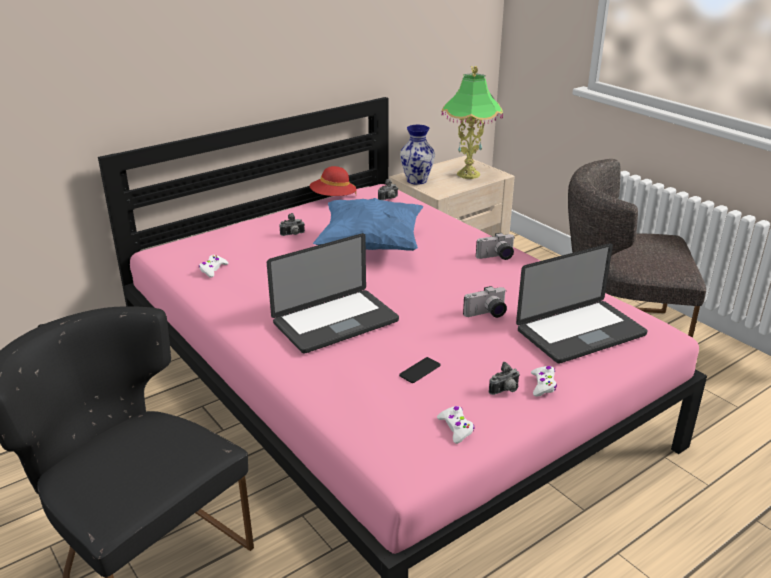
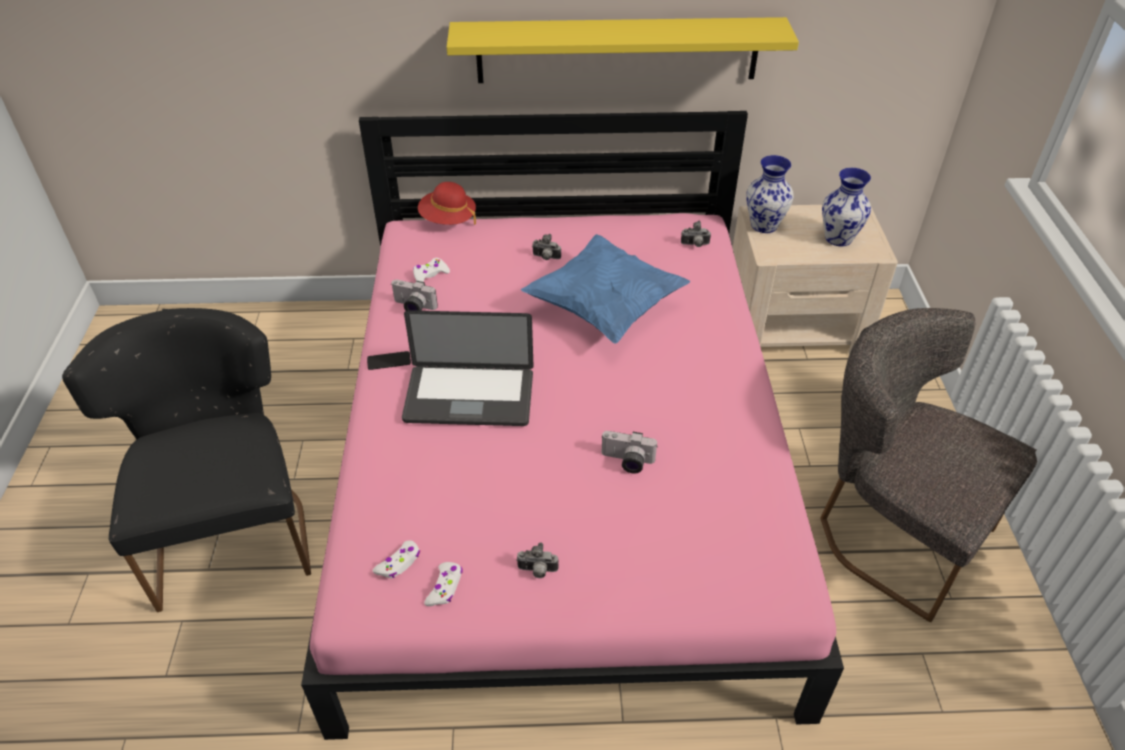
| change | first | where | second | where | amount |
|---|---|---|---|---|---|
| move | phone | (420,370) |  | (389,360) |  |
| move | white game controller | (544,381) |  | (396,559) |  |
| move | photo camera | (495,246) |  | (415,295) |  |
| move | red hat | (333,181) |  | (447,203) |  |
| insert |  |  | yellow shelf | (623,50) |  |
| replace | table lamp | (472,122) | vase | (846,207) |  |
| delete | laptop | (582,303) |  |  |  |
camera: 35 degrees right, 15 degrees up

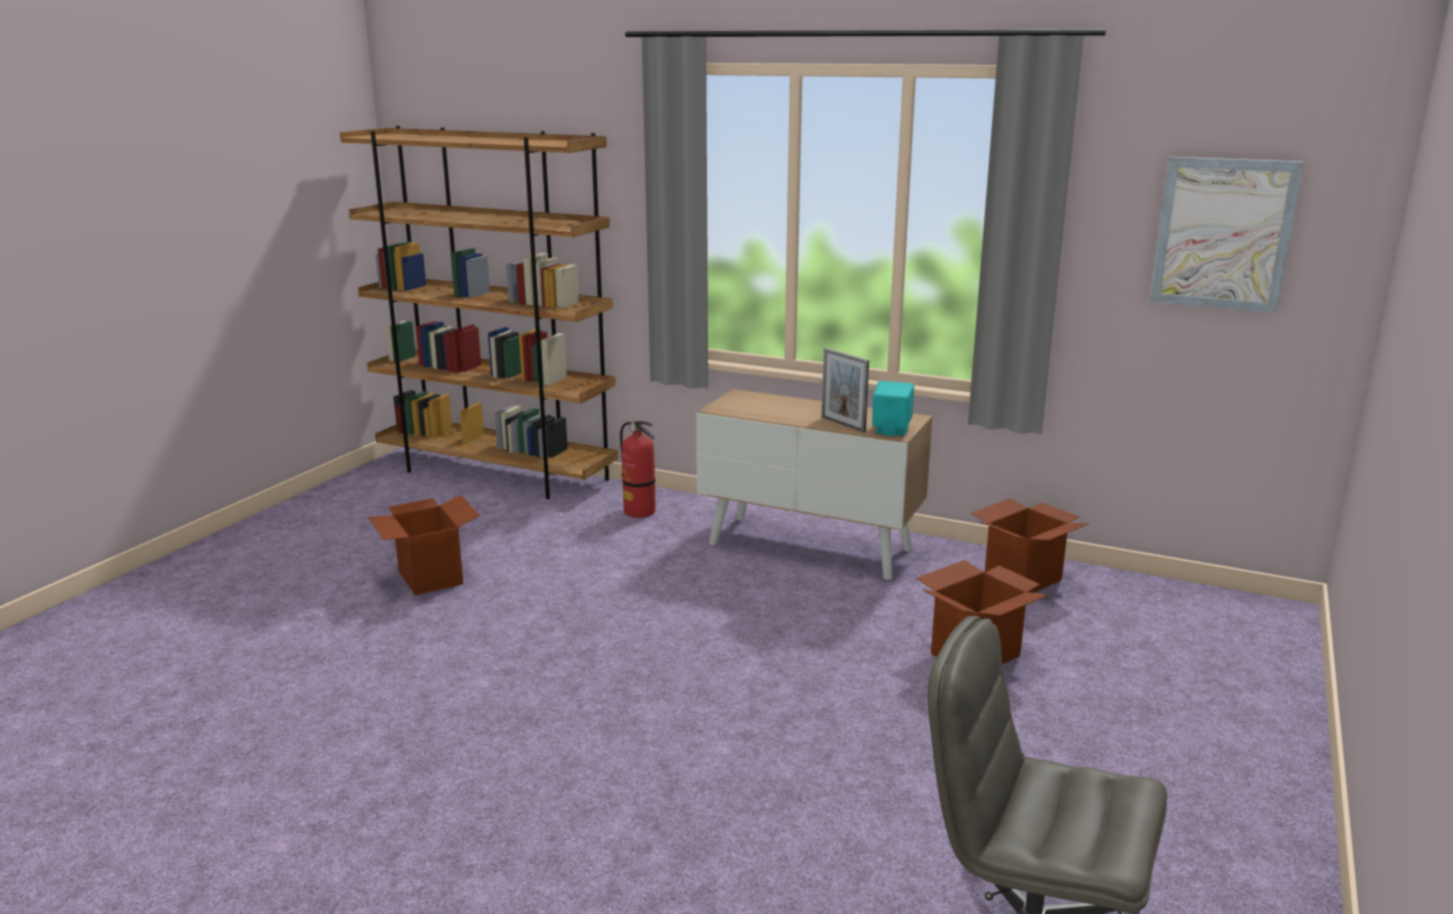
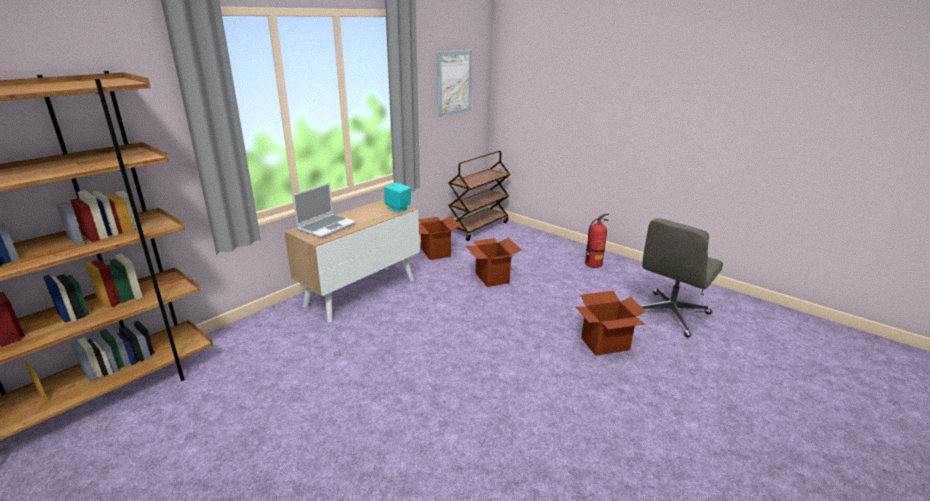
| change | first | where | second | where | amount |
|---|---|---|---|---|---|
| insert |  |  | laptop | (324,210) |  |
| insert |  |  | brown cart | (479,195) |  |
| move | cardboard box | (424,545) |  | (611,323) |  |
| move | fire extinguisher | (638,469) |  | (597,241) |  |
| delete | picture frame | (845,390) |  |  |  |
camera: 75 degrees left, 5 degrees up

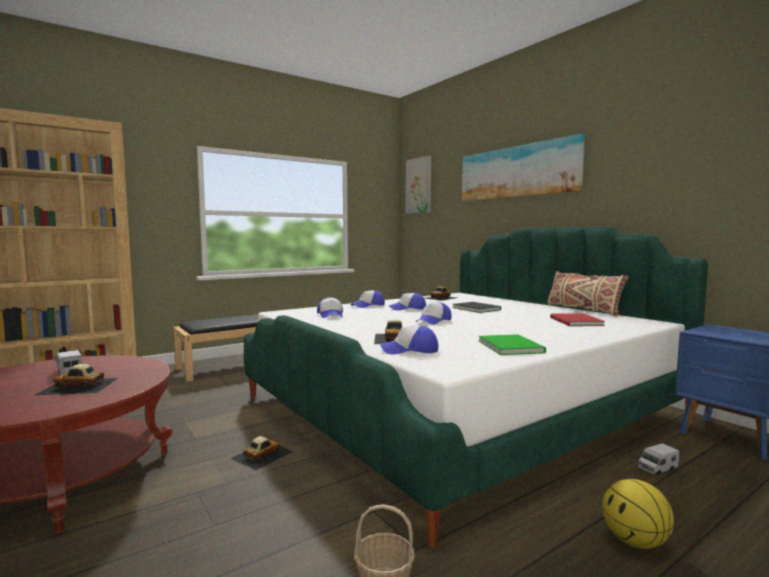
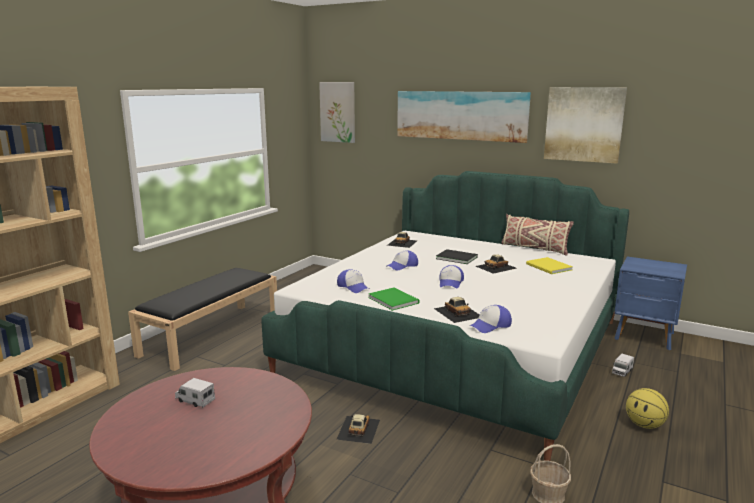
| change | first | where | second | where | amount |
|---|---|---|---|---|---|
| move | green book | (512,344) |  | (394,299) |  |
| move | toy car | (76,379) |  | (496,264) |  |
| recolor | red book | (577,319) | yellow book | (549,265) |  |
| insert |  |  | picture | (585,125) |  |
| delete | cap | (368,299) |  |  |  |
camera: 25 degrees left, 10 degrees up

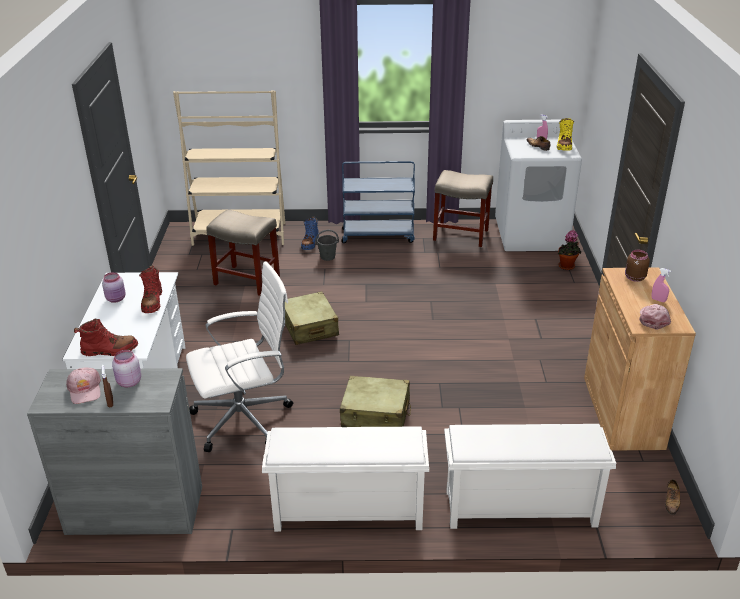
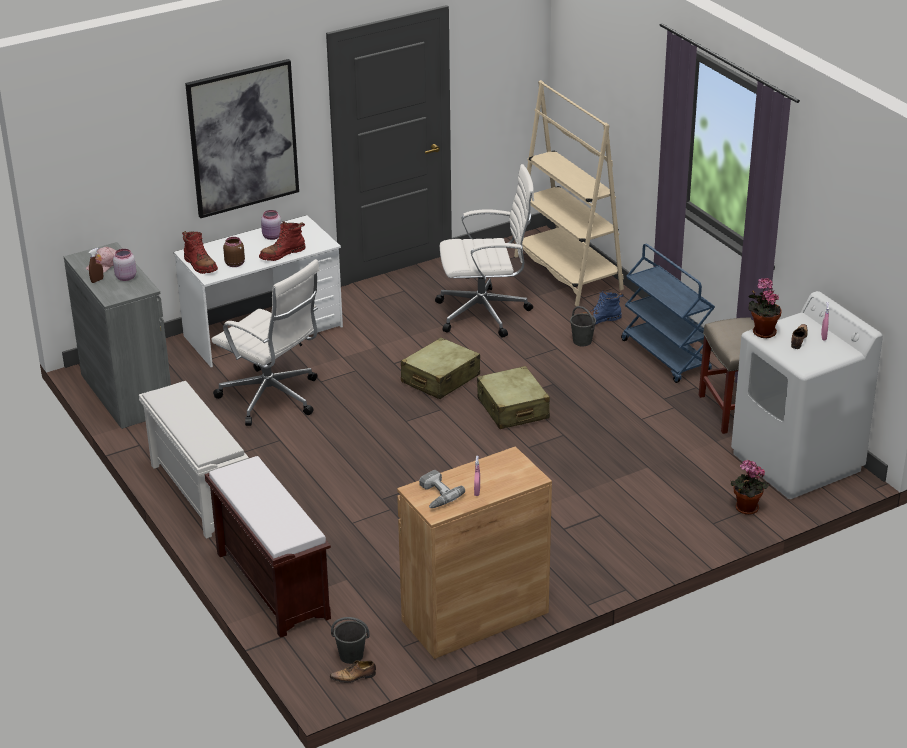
| change | first | where | second | where | amount |
|---|---|---|---|---|---|
| insert |  |  | picture | (242,138) |  |
| replace | white shoe rack | (530,476) | brown bench | (268,547) |  |
| move | brown jar | (637,266) |  | (234,252) |  |
| insert |  |  | grey bucket | (350,640) |  |
| replace | pink cap | (655,317) | power drill | (442,489) |  |
| replace | beige stool | (243,252) | white office chair | (484,251) |  |
| move | beige suitcase | (375,401) |  | (513,397) |  |
| insert |  |  | potted plant | (765,308) |  |
| delete | yellow boot | (565,134) |  |  |  |
camera: 60 degrees right, 0 degrees up

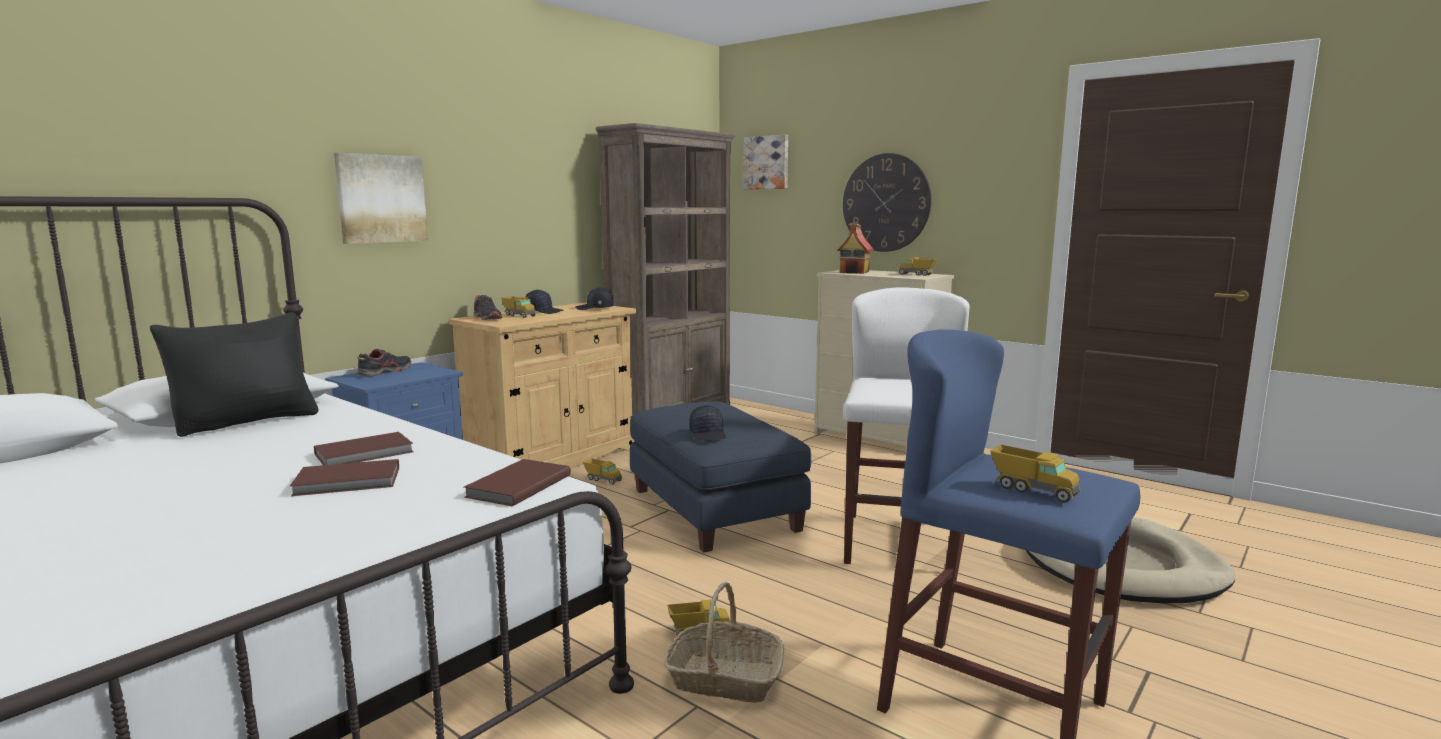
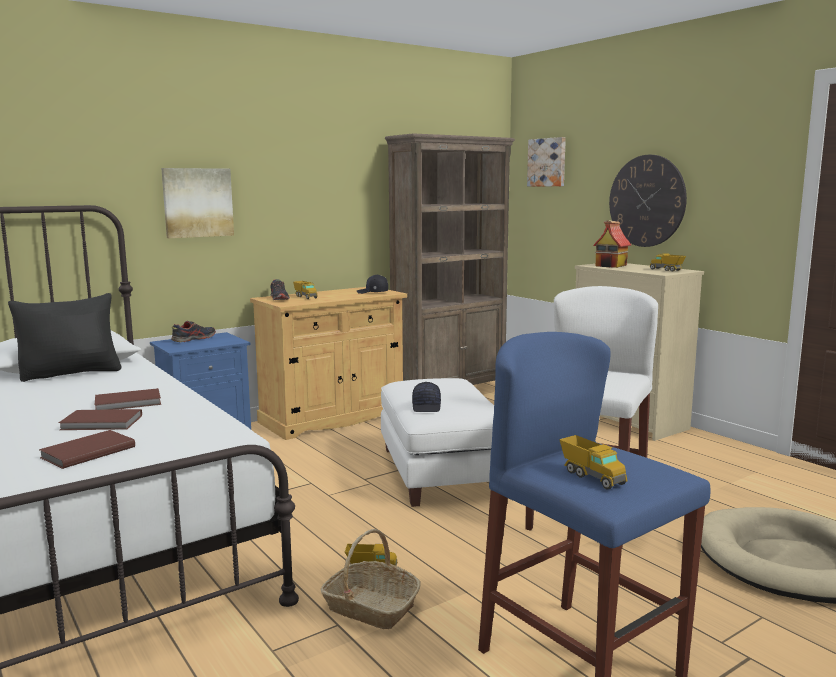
| change | first | where | second | where | amount |
|---|---|---|---|---|---|
| move | brown book | (517,482) |  | (87,449) |  |
| recolor | blue ottoman | (720,477) | white ottoman | (437,442) |  |
| delete | black cap | (544,301) |  |  |  |
| delete | toy truck | (602,471) |  |  |  |
camera: 15 degrees right, 0 degrees up

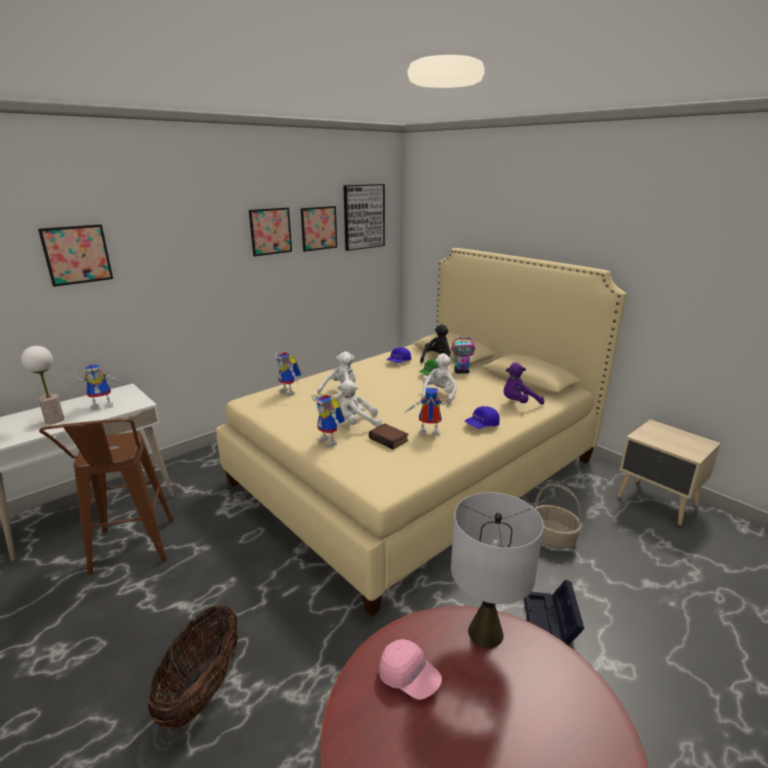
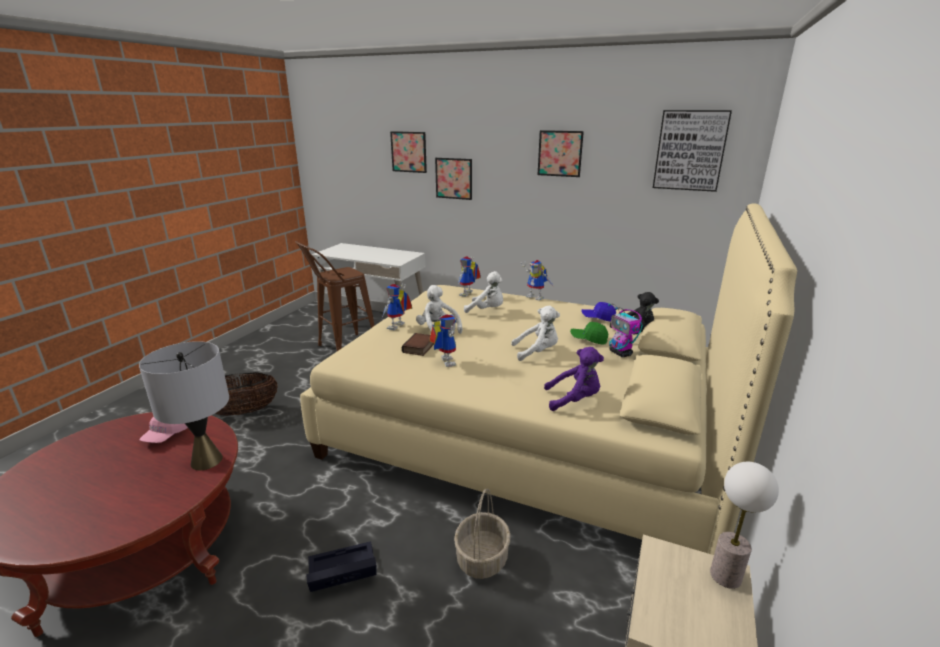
| change | first | where | second | where | amount |
|---|---|---|---|---|---|
| move | picture | (319,229) |  | (453,179) |  |
| move | toy robot | (96,386) |  | (537,280) |  |
| rotate | purple plush toy | (523,384) |  | (574,379) | 135 degrees clockwise |
| move | table lamp | (42,385) |  | (744,525) |  |
| delete | blue cap | (482,417) |  |  |  |
camera: 65 degrees right, 0 degrees up

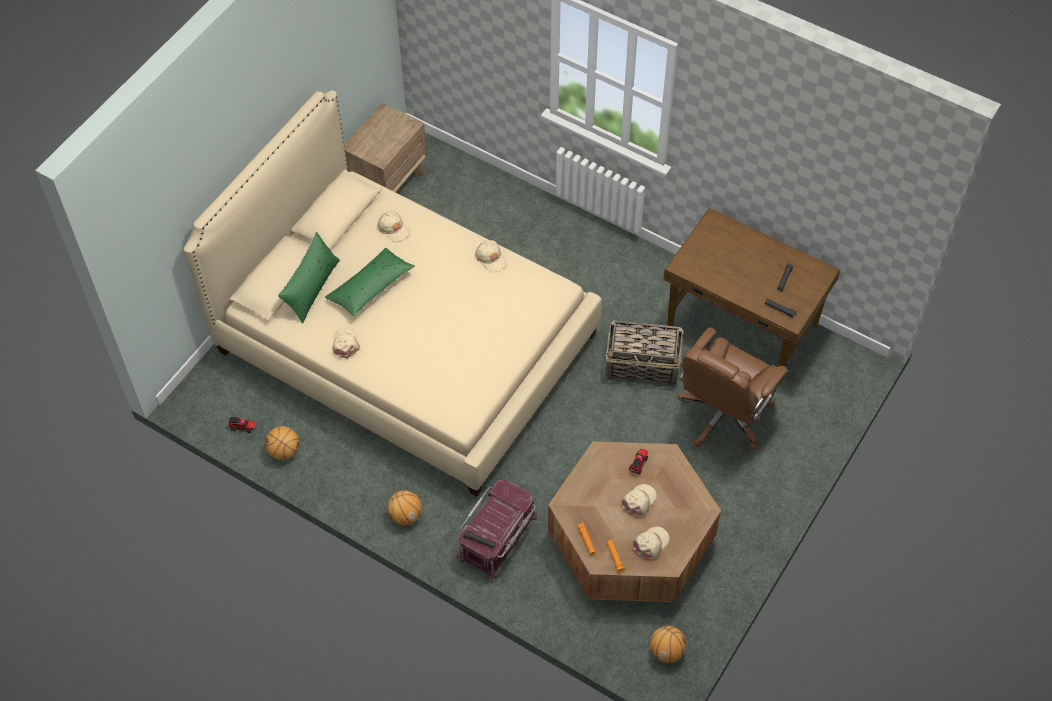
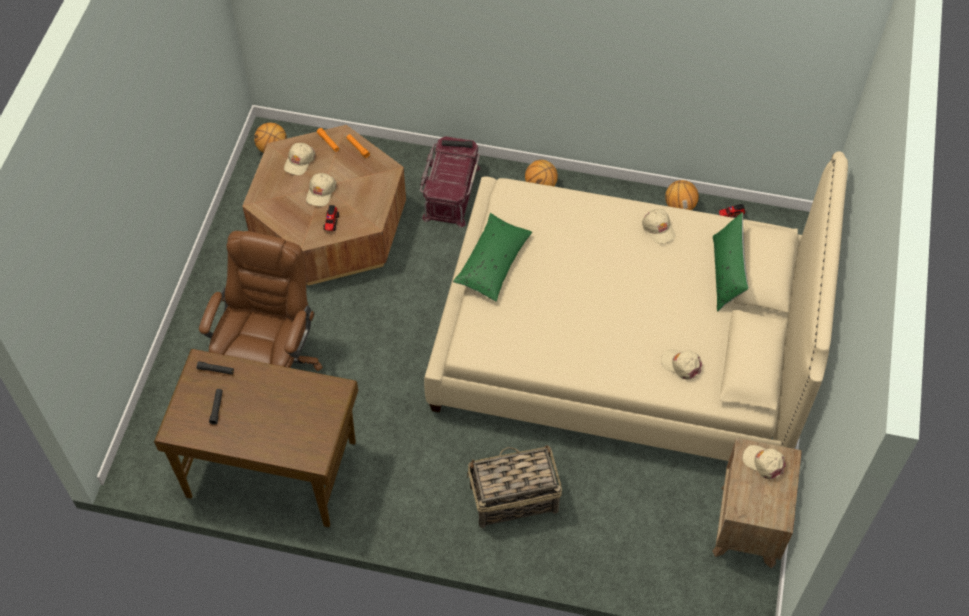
| change | first | where | second | where | amount |
|---|---|---|---|---|---|
| move | green pillow | (370,282) |  | (492,257) |  |
| move | basket | (644,353) |  | (514,486) |  |
| move | beige cap | (491,256) |  | (764,462) |  |
camera: 160 degrees right, 0 degrees up

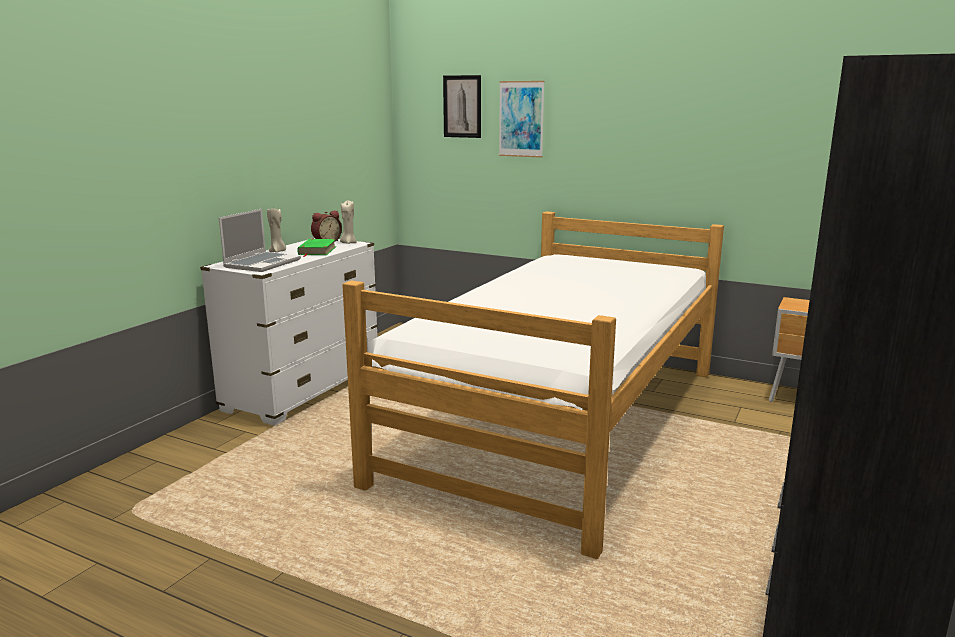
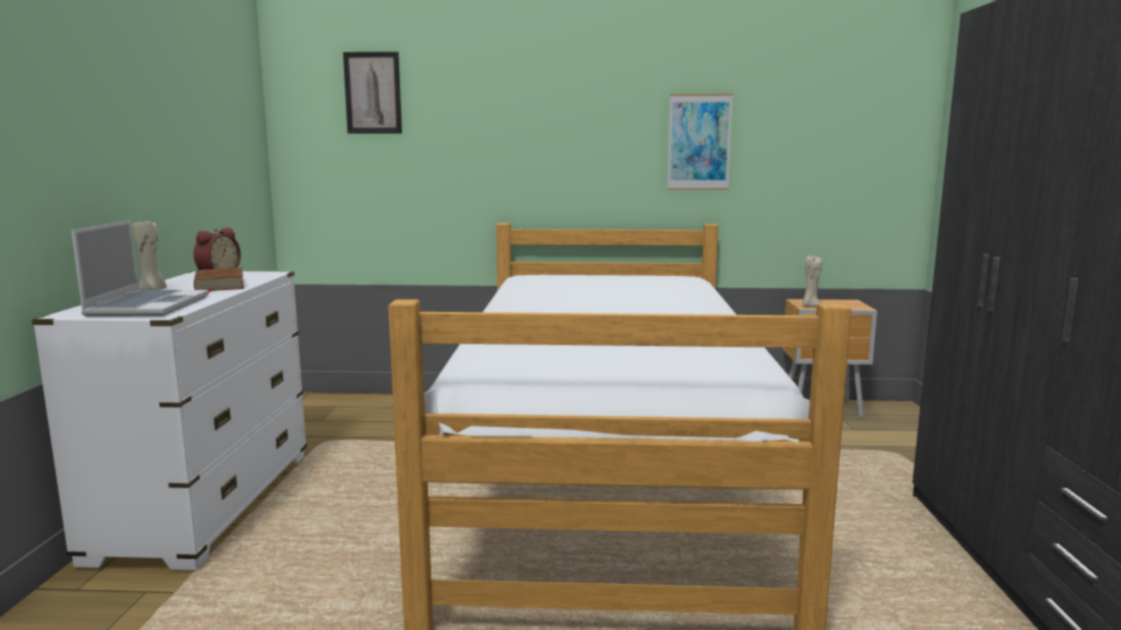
| change | first | where | second | where | amount |
|---|---|---|---|---|---|
| recolor | green book | (317,248) | brown book | (219,280) |  |
| move | picture | (522,119) |  | (700,142) |  |
| move | beige candle | (348,222) |  | (812,281) |  |
camera: 25 degrees left, 5 degrees down

